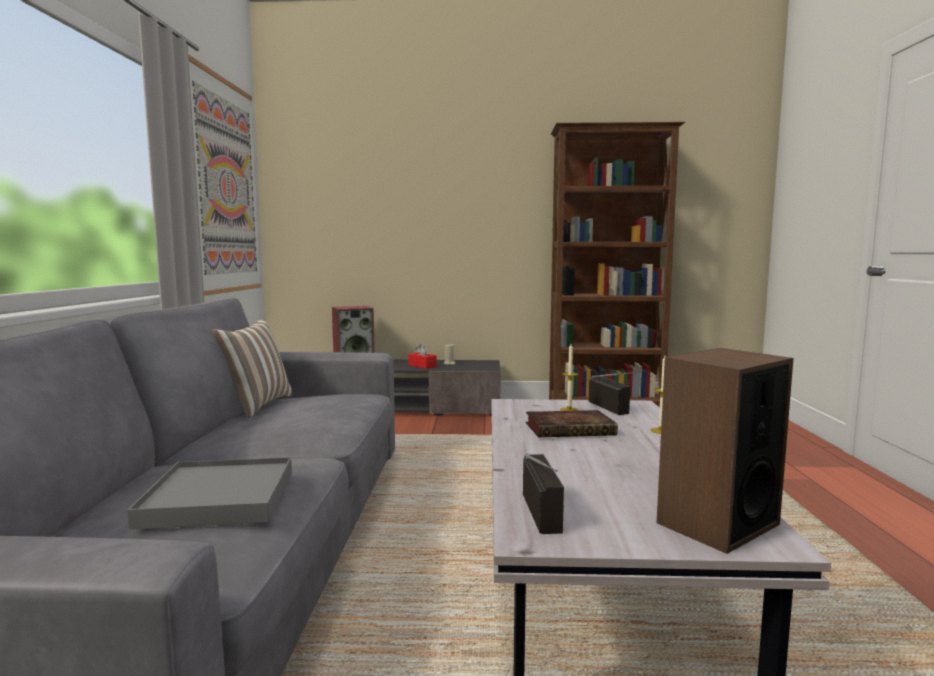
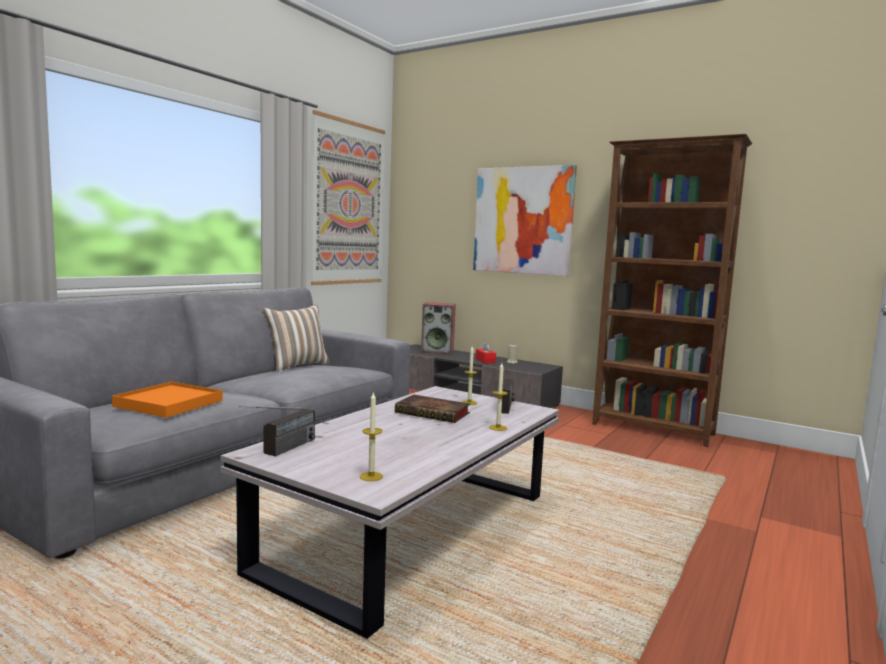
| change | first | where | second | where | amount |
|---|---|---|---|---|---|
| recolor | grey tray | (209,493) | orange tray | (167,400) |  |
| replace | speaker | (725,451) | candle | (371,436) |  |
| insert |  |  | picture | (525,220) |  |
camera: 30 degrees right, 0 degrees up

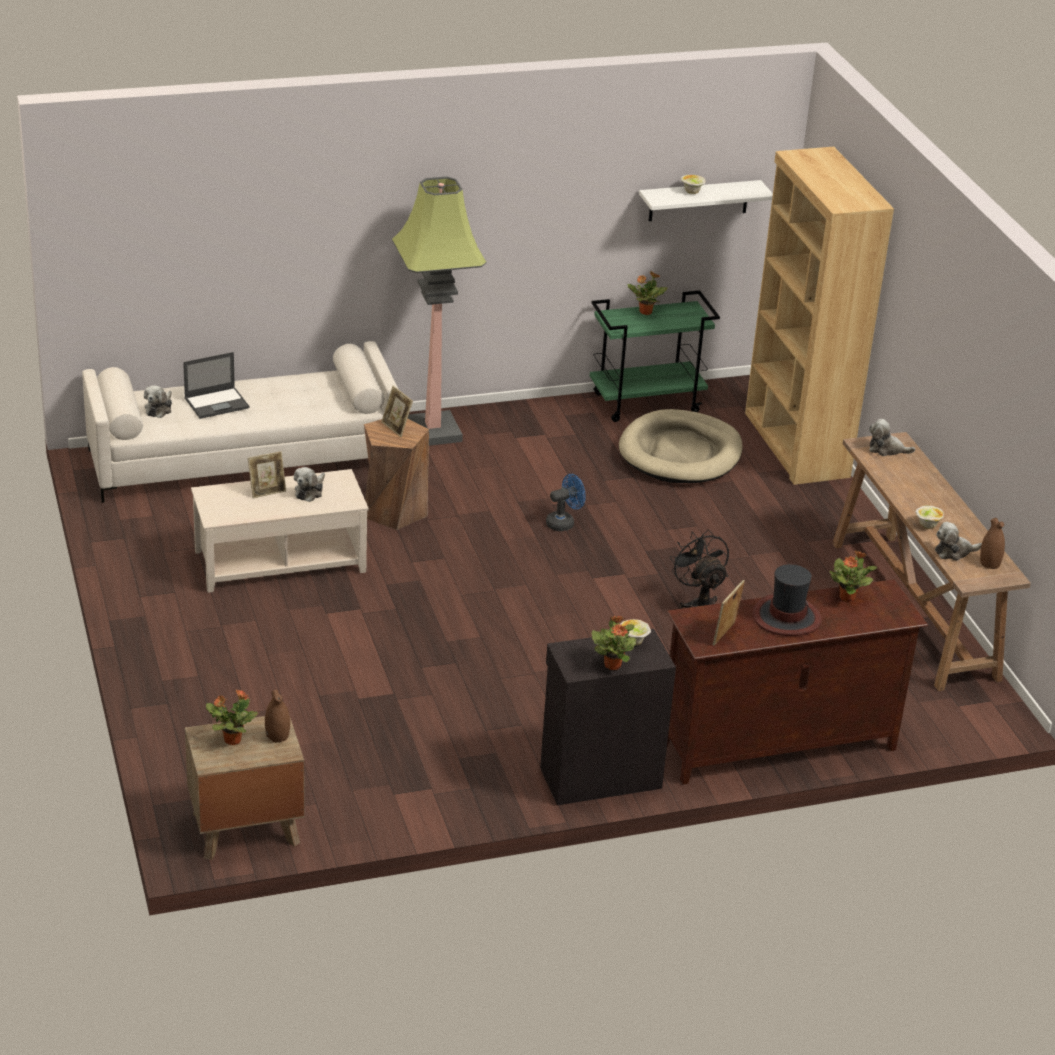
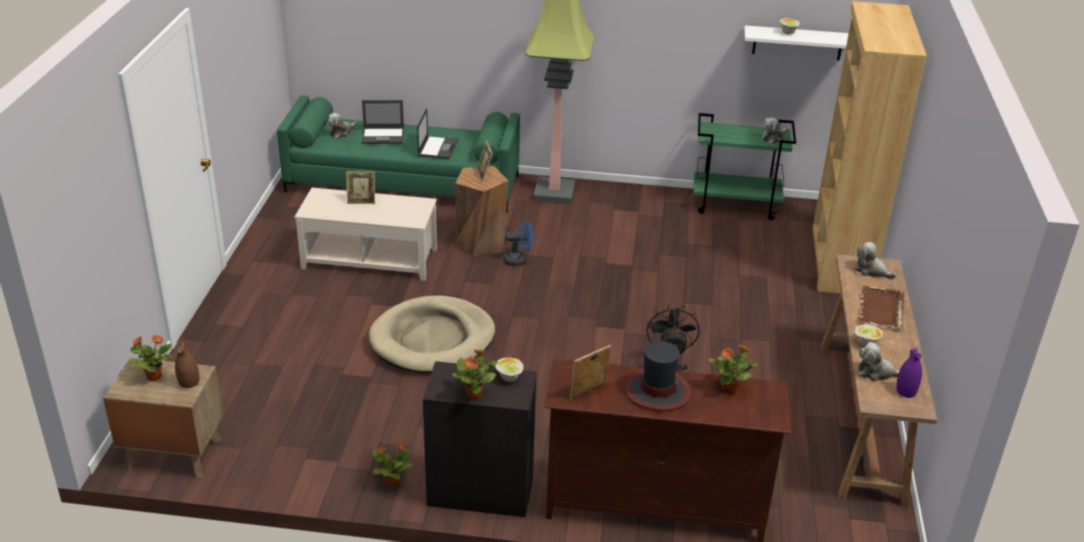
| change | first | where | second | where | amount |
|---|---|---|---|---|---|
| recolor | white sofa | (240,422) | green sofa | (398,154) |  |
| move | beige dog bed | (681,446) |  | (432,334) |  |
| move | potted plant | (648,293) |  | (392,464) |  |
| insert |  |  | laptop | (437,133) |  |
| move | blue fan | (566,502) |  | (519,243) |  |
| move | plush toy | (309,484) |  | (775,130) |  |
| insert |  |  | brown tray | (881,307) |  |
| recolor | brown vase | (992,543) | purple vase | (909,373) |  |
camera: 25 degrees right, 0 degrees up

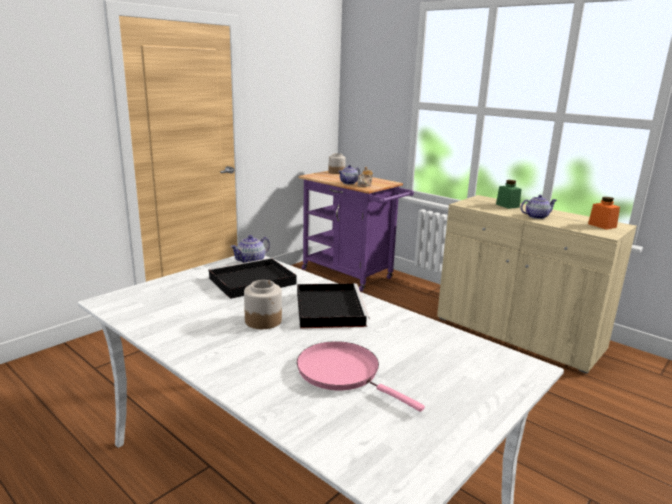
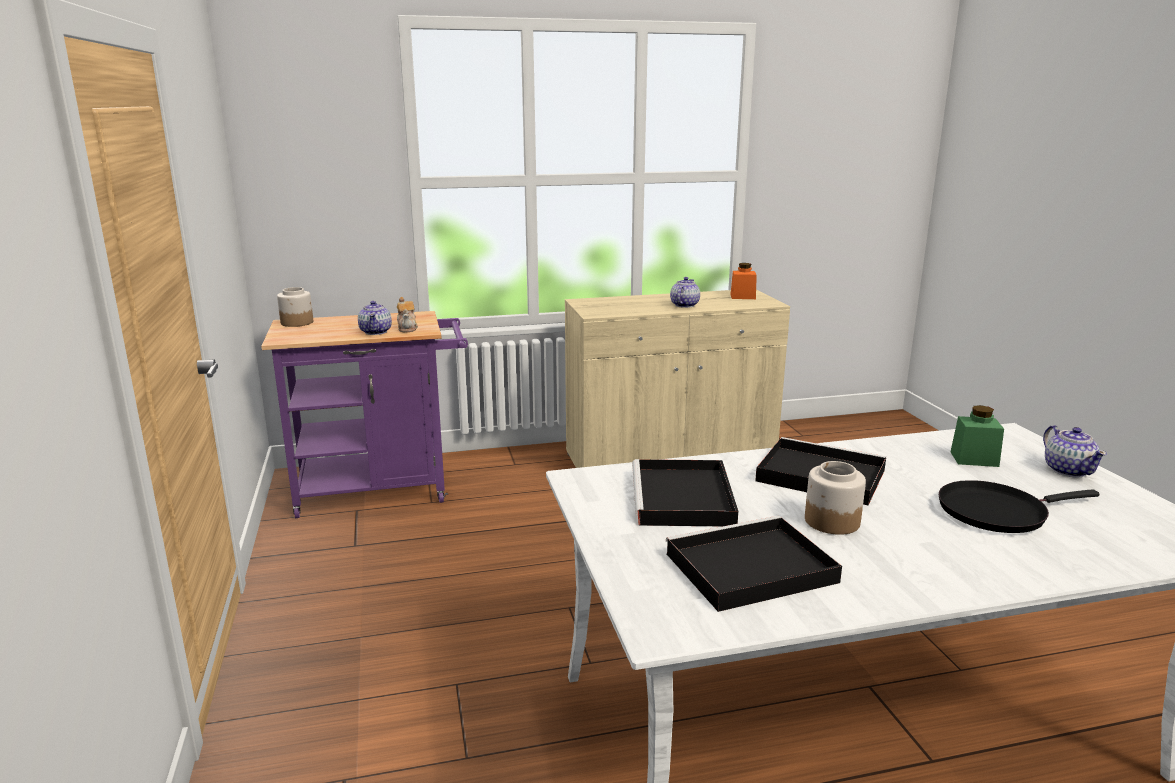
| change | first | where | second | where | amount |
|---|---|---|---|---|---|
| insert |  |  | black tray | (754,564) |  |
| recolor | pink frying pan | (361,376) | black frying pan | (1019,506) |  |
| move | green jar | (508,194) |  | (977,436) |  |
| move | teapot | (250,249) |  | (1075,451) |  |
camera: 55 degrees left, 0 degrees up

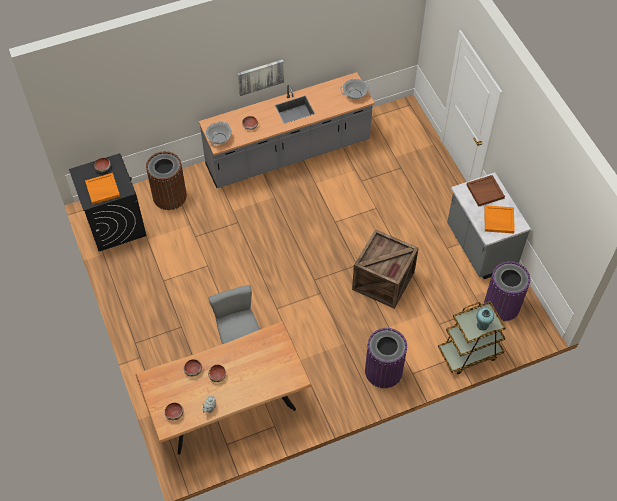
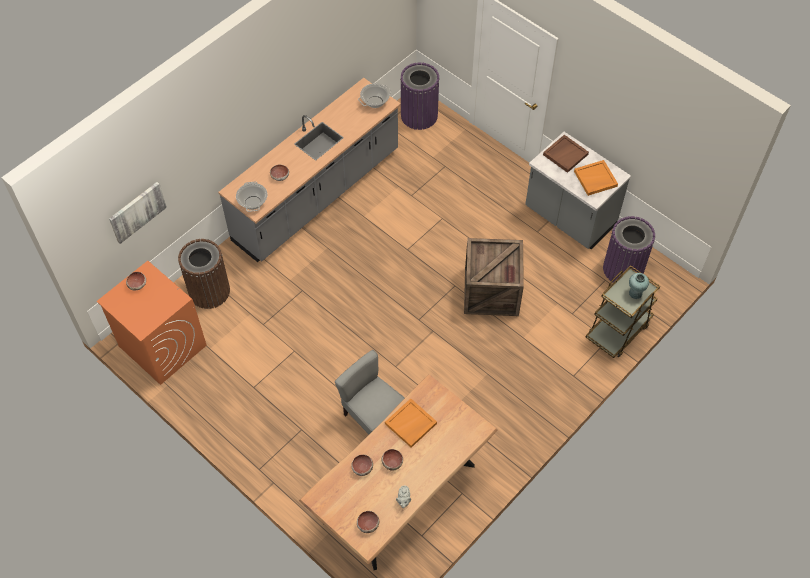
| change | first | where | second | where | amount |
|---|---|---|---|---|---|
| recolor | black washing machine | (107,202) | orange washing machine | (152,323) |  |
| move | picture | (260,77) |  | (138,213) |  |
| move | orange tray | (102,189) |  | (411,423) |  |
| move | purple trash can | (386,358) |  | (420,96) |  |
camera: 25 degrees left, 0 degrees up

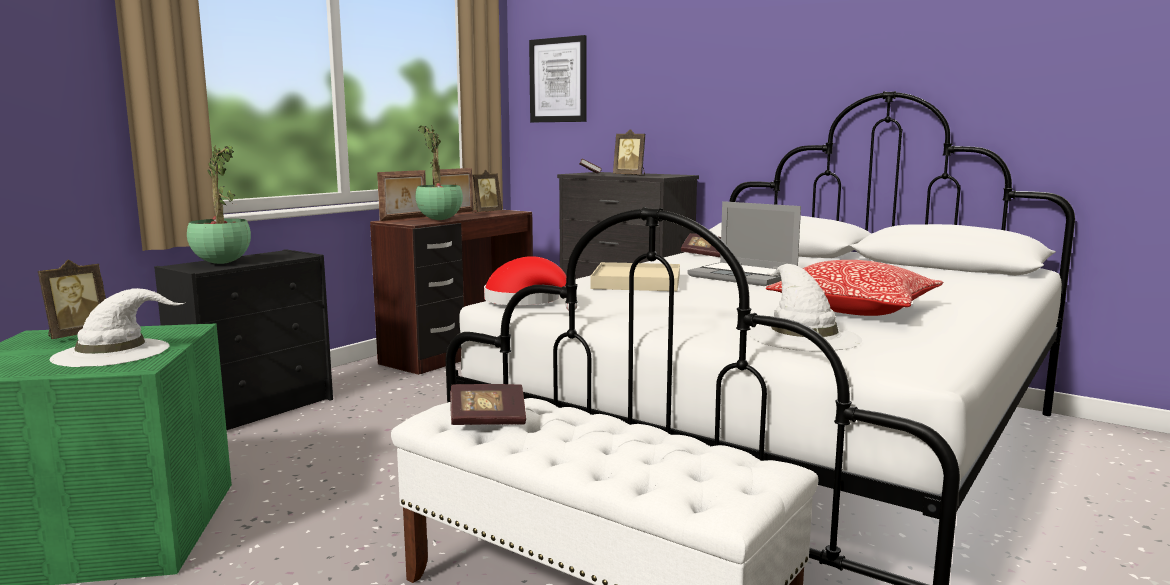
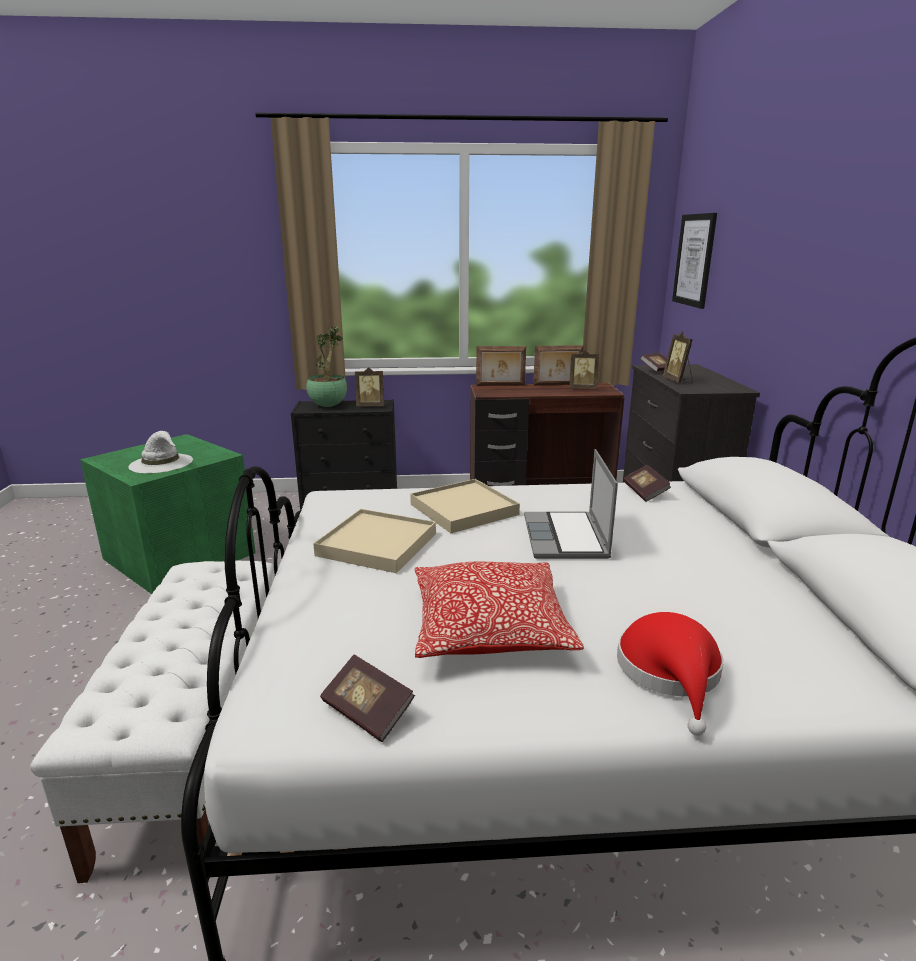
| change | first | where | second | where | amount |
|---|---|---|---|---|---|
| insert |  |  | beige tray | (374,541) |  |
| move | book | (488,404) |  | (367,698) |  |
| move | picture frame | (72,299) |  | (369,386) |  |
| move | red hat | (530,283) |  | (670,674) |  |
| delete | potted plant | (439,172) |  |  |  |
| delete | white hat | (805,308) |  |  |  |
camera: 50 degrees right, 10 degrees up

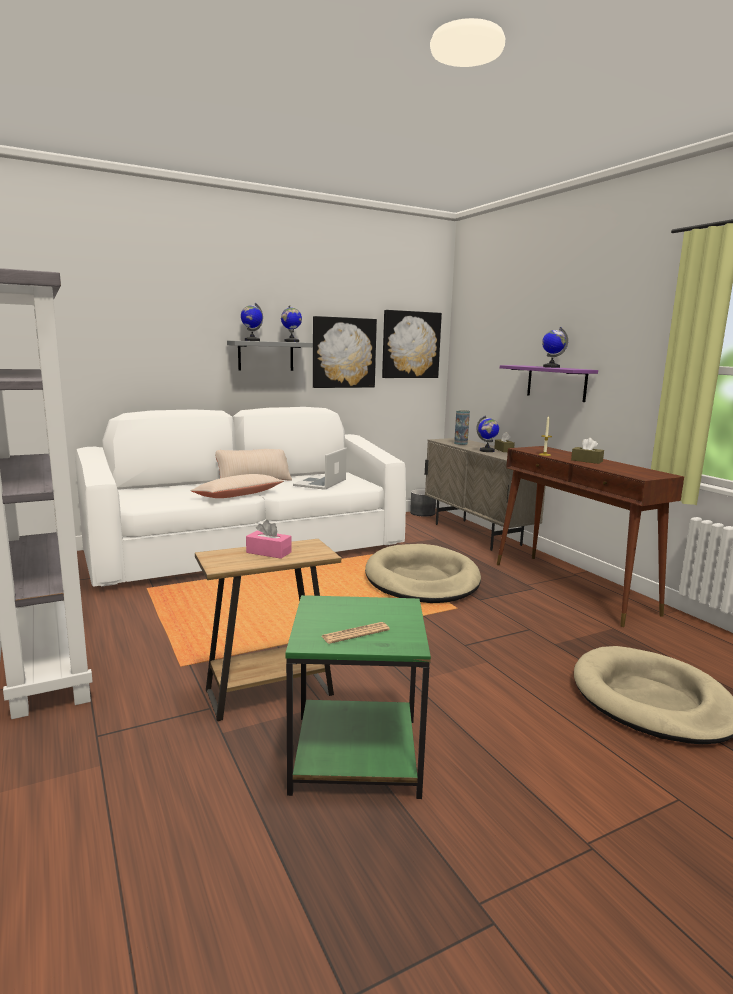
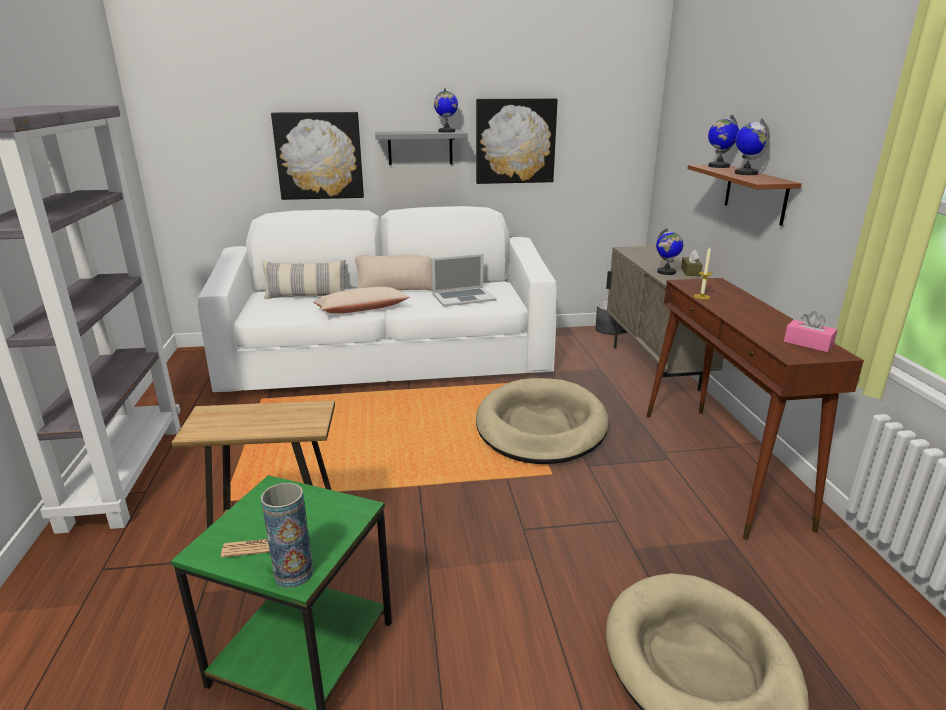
| change | first | where | second | where | amount |
|---|---|---|---|---|---|
| move | vase | (462,427) |  | (287,535) |  |
| insert |  |  | pillow | (303,279) |  |
| move | picture | (412,344) |  | (317,156) |  |
| rotate | laptop | (320,469) |  | (464,280) | 150 degrees counterclockwise |
| recolor | purple shelf | (549,383) | brown shelf | (745,195) |  |
| move | globe | (252,322) |  | (723,141) |  |
| move | pink tissue box | (269,539) |  | (810,331) |  |
| delete | brown tissue box | (587,451) |  |  |  |
camera: 20 degrees right, 10 degrees up

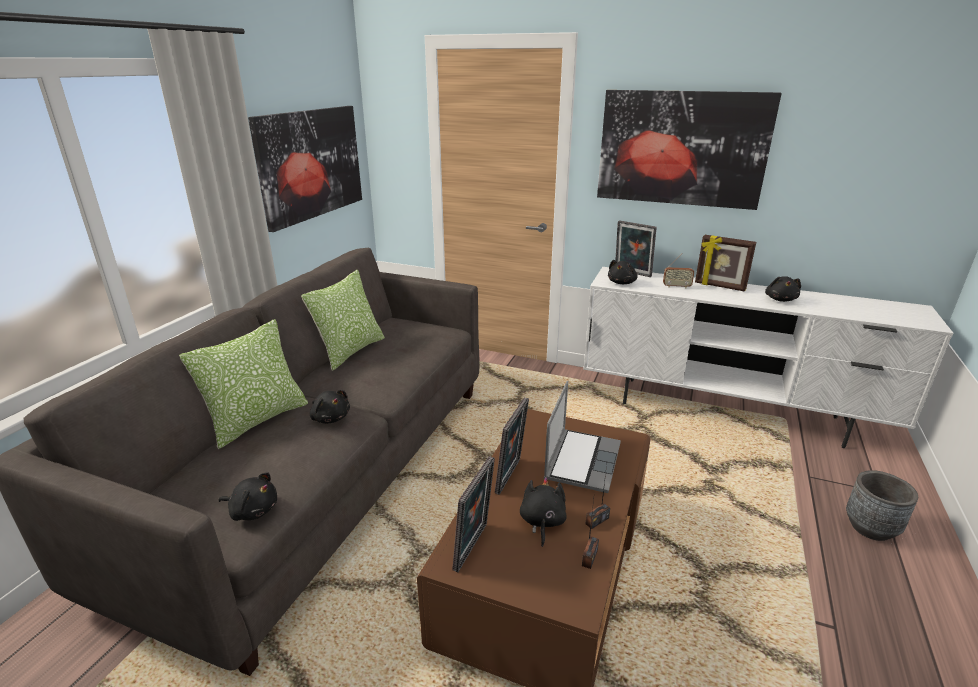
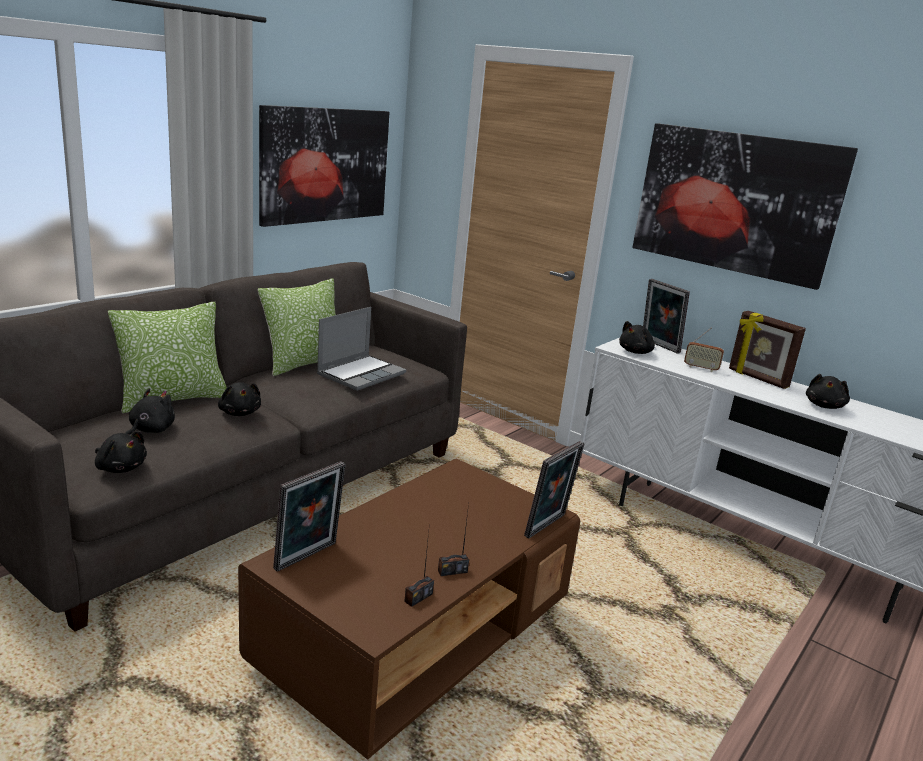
| change | first | where | second | where | amount |
|---|---|---|---|---|---|
| move | black plush toy | (543,512) |  | (150,411) |  |
| move | laptop | (582,437) |  | (361,349) |  |
| move | picture frame | (512,446) |  | (554,490) |  |
| delete | grey planter | (882,505) |  |  |  |
camera: 15 degrees right, 5 degrees down

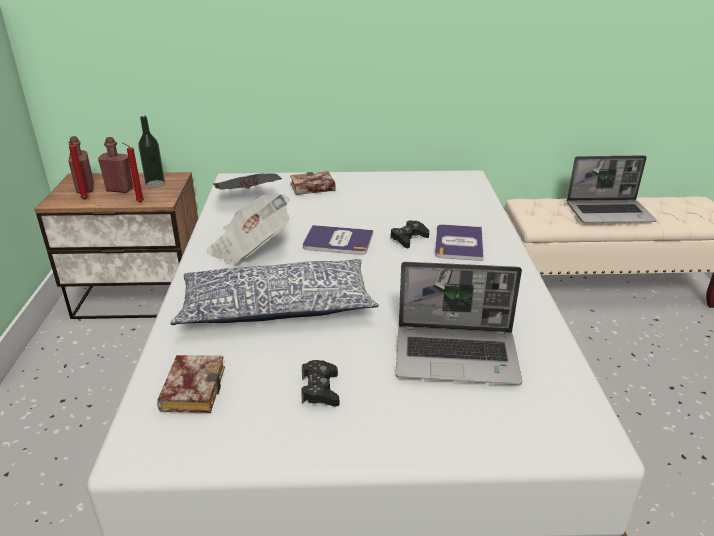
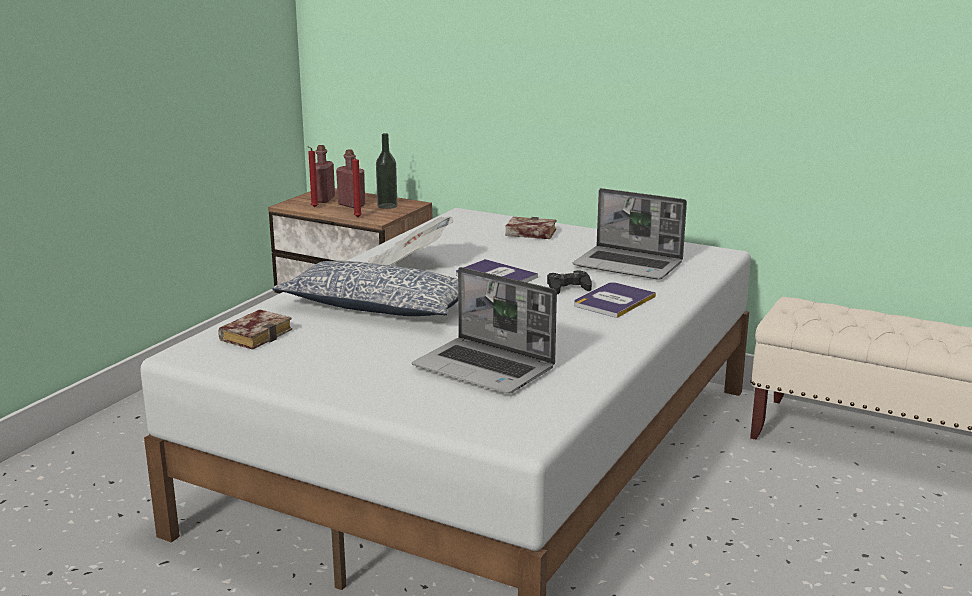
| change | first | where | second | where | amount |
|---|---|---|---|---|---|
| move | laptop | (612,189) |  | (630,234) |  |
| delete | newspaper | (247,182) |  |  |  |
| delete | black game controller | (320,383) |  |  |  |
camera: 30 degrees right, 10 degrees down

